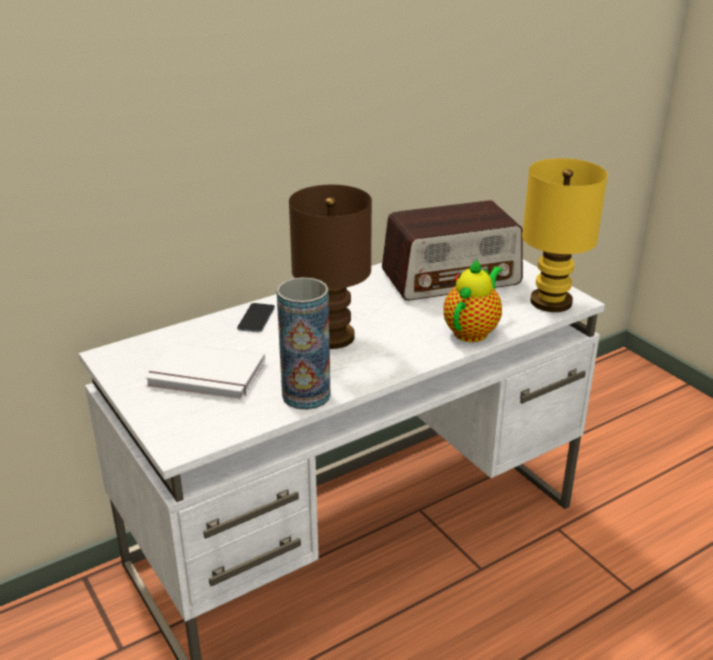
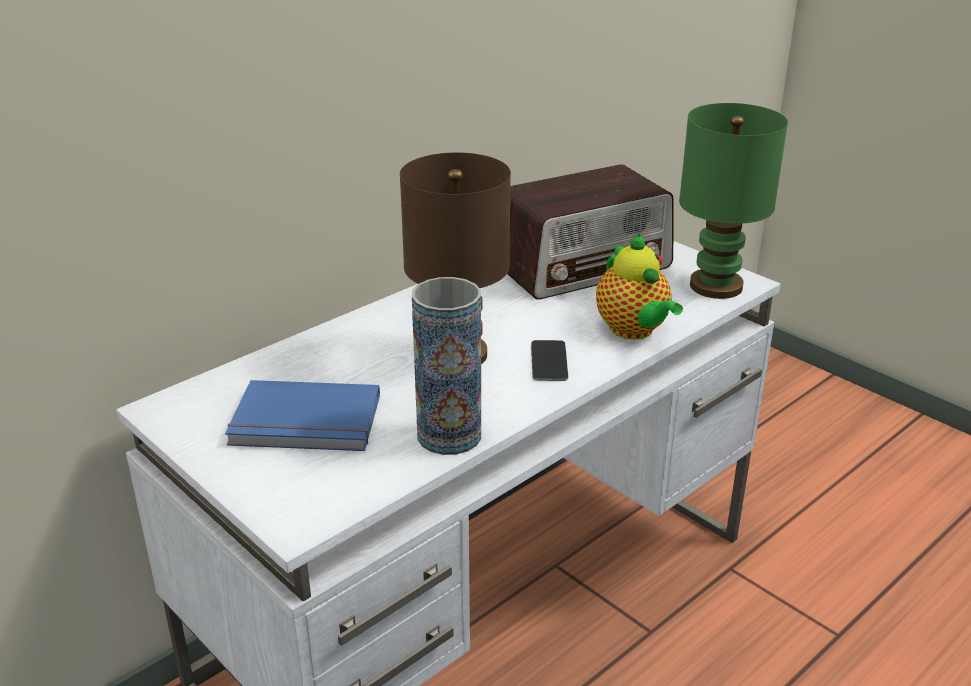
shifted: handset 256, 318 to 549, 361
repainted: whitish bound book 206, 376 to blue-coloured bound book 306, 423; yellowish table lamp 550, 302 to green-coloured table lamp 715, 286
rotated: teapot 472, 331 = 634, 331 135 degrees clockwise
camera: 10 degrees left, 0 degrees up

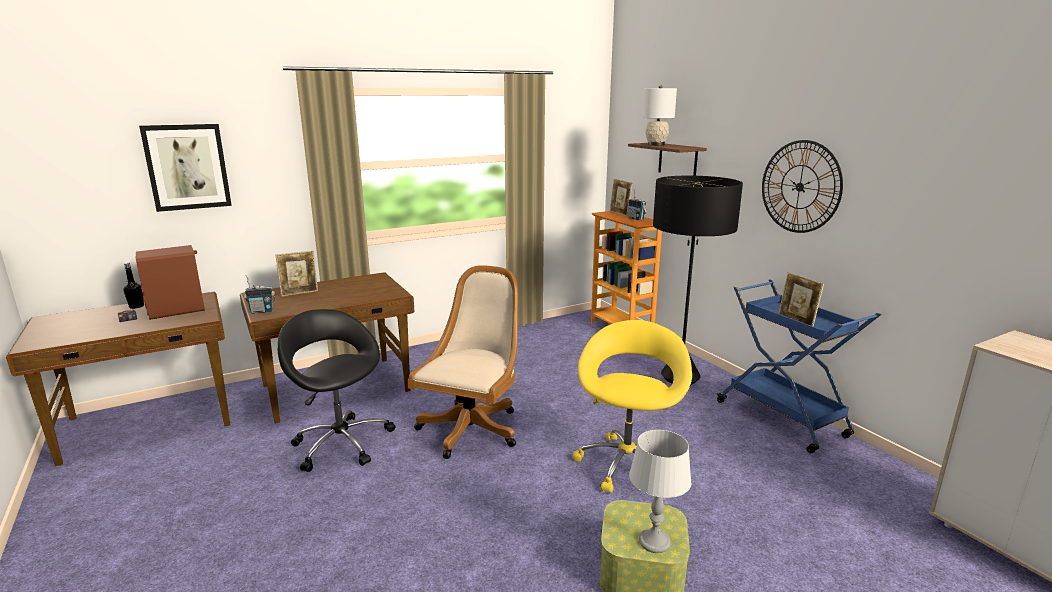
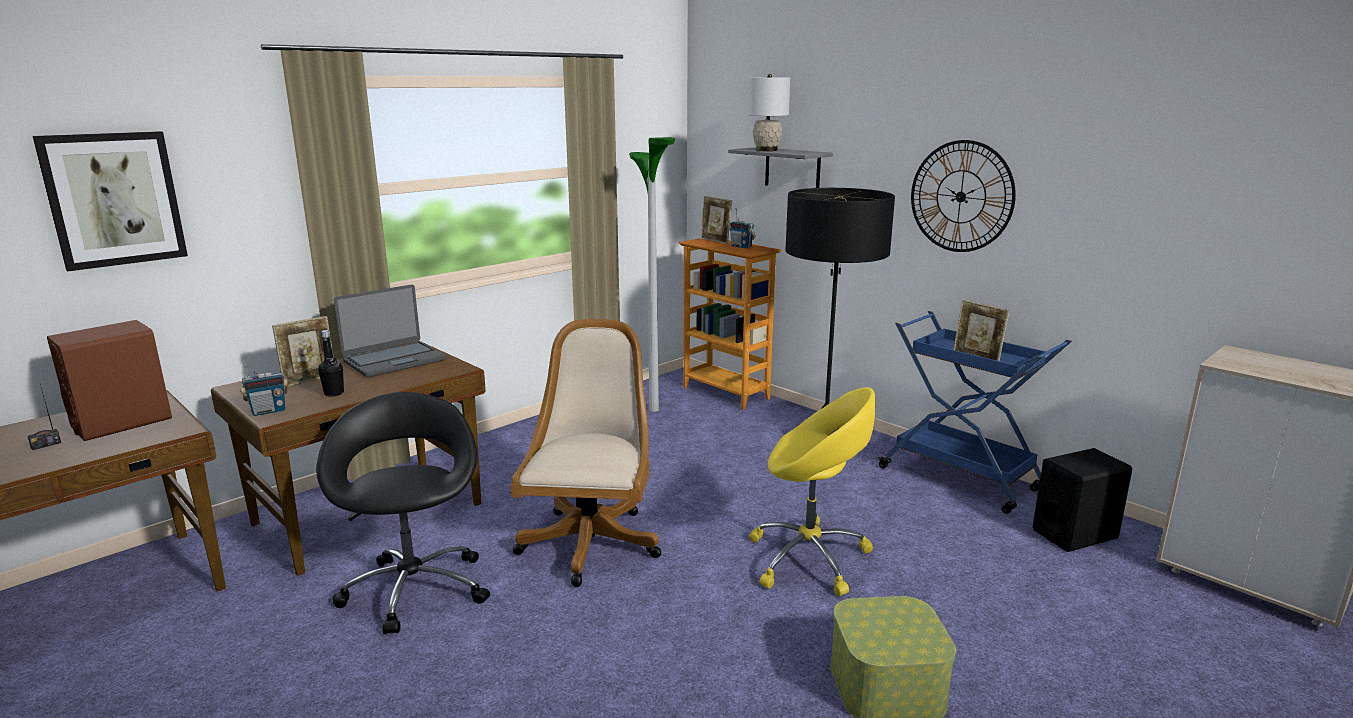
gone: grey table lamp 654, 542
new: notebook computer 394, 360; standing lamp 654, 409; blackish loudspeaker 1074, 534
shifted: blackish beverage bottle 136, 306 to 334, 393
repainted: brownish shelf 677, 160 to grey shelf 792, 169
rotated: blackish office chair 341, 443 = 415, 589 60 degrees clockwise; yellowish office chair 628, 464 = 811, 558 105 degrees clockwise
camera: 15 degrees left, 0 degrees up

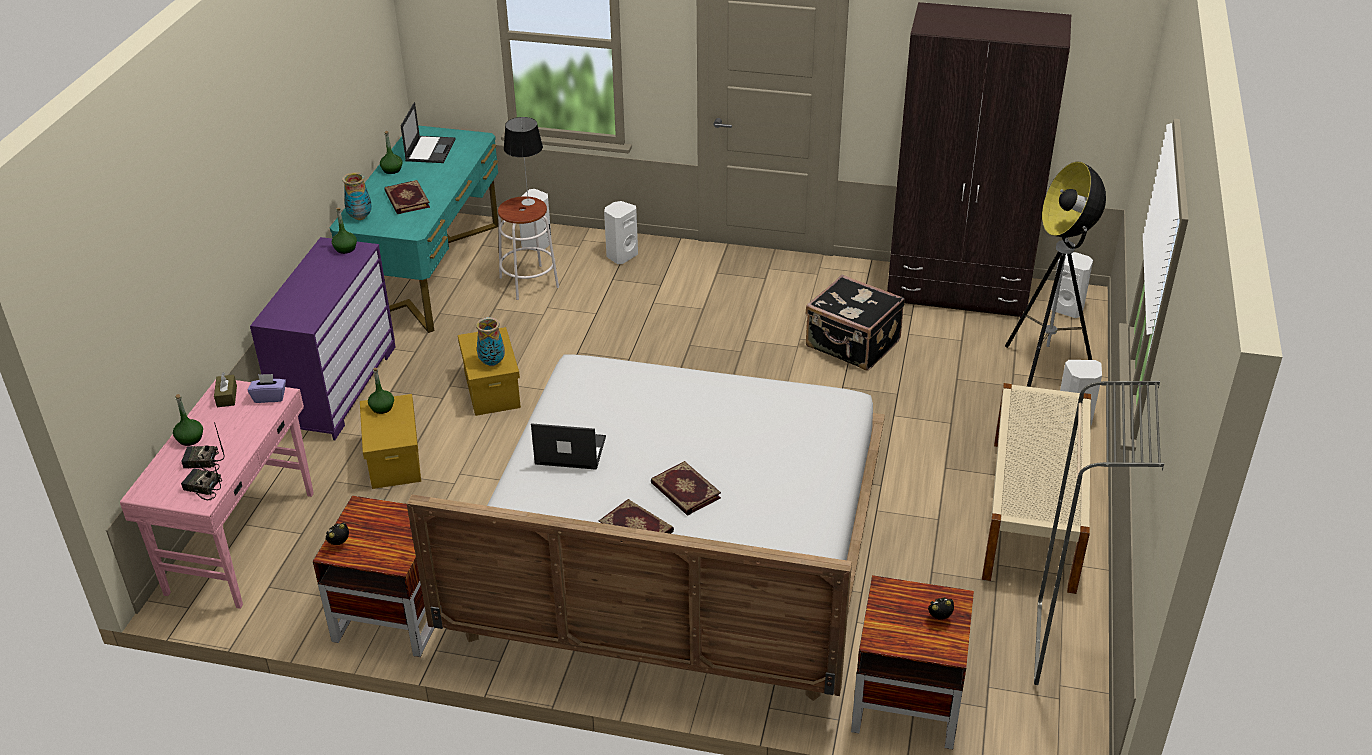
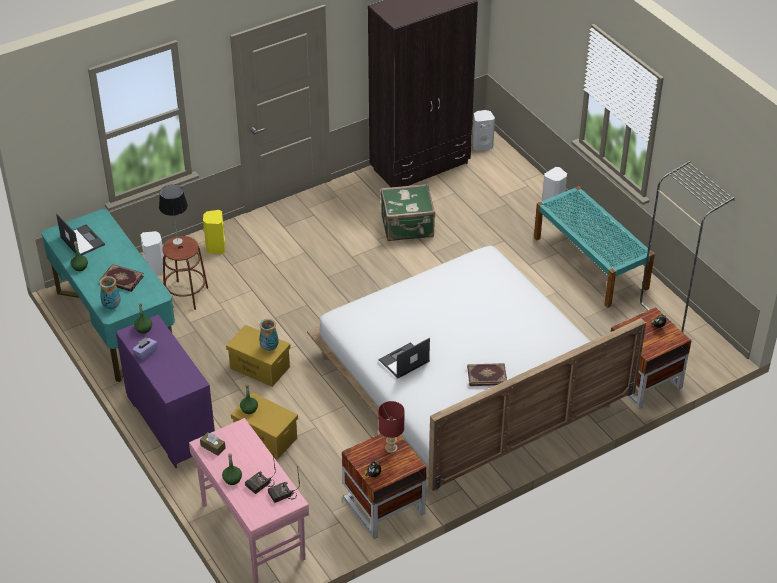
gone: bound book 684, 491; standing lamp 1044, 369
new: reddish table lamp 391, 449
shifted: purple tissue box 269, 397 to 145, 353
repainted: whitish sitting stool 529, 282 to brownish sitting stool 186, 295; whitish loudspeaker 621, 255 to yellowish loudspeaker 215, 247; blackish piece of luggage 852, 345 to green-coloured piece of luggage 408, 227; beige long seat 1034, 513 to blue-green long seat 590, 263
camera: 45 degrees left, 5 degrees up

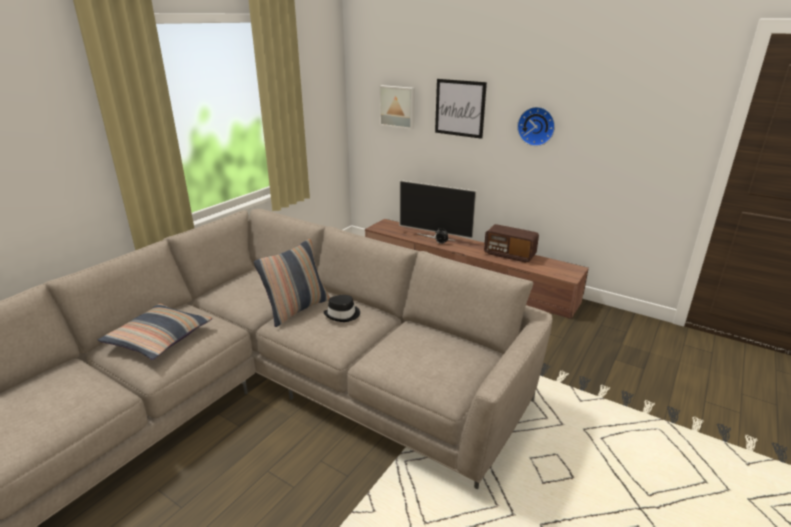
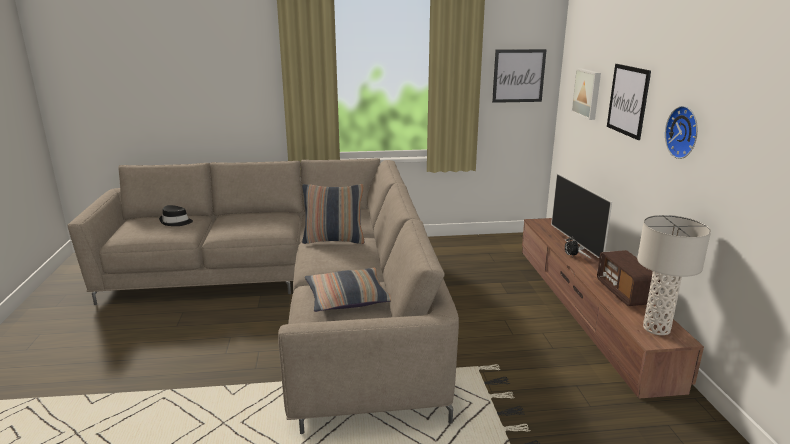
new: picture 518, 76; whitish table lamp 656, 328
shifted: pillow 159, 338 to 347, 298; blackish hat 343, 314 to 176, 222
camera: 50 degrees right, 5 degrees down

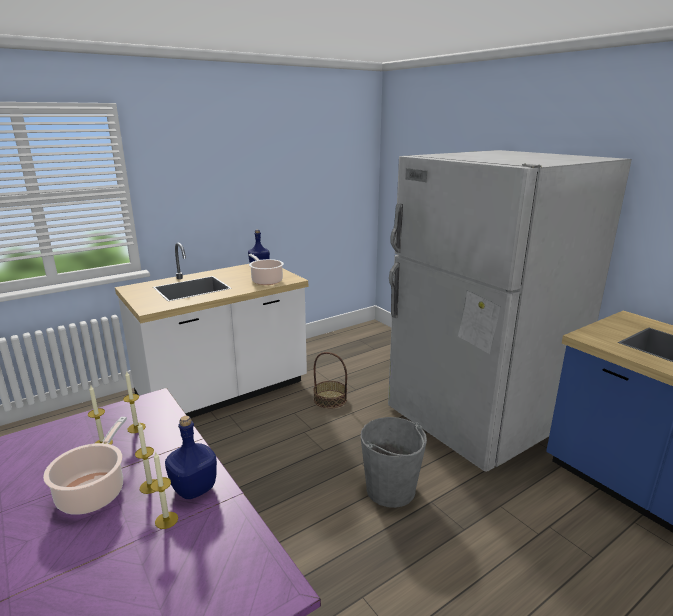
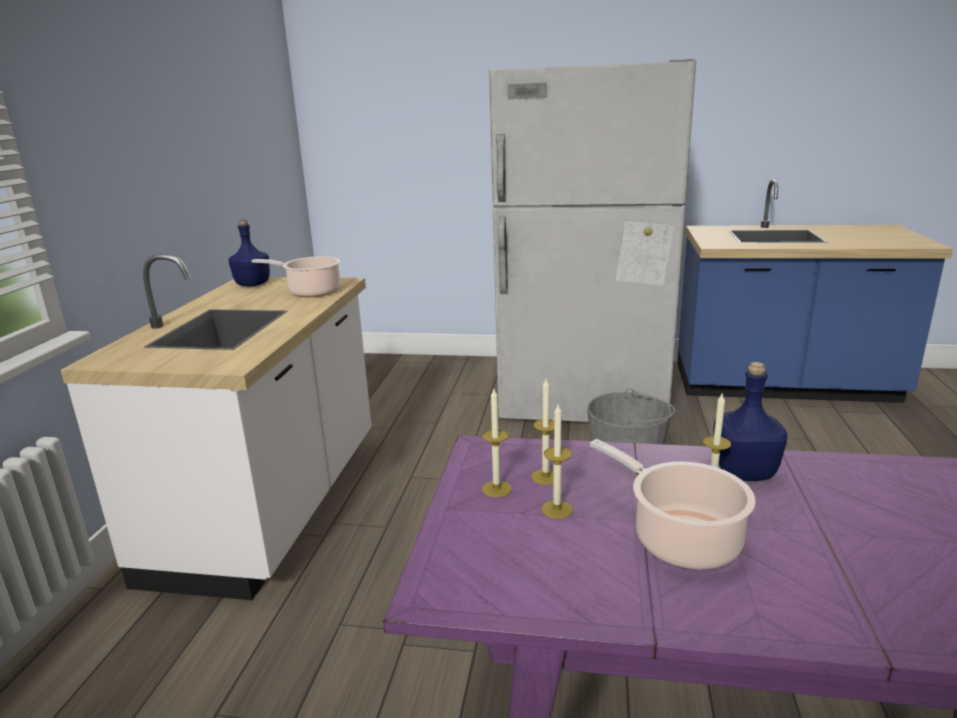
gone: household basket 330, 399
shifted: wax candle 166, 520 to 496, 489
camera: 45 degrees left, 0 degrees up

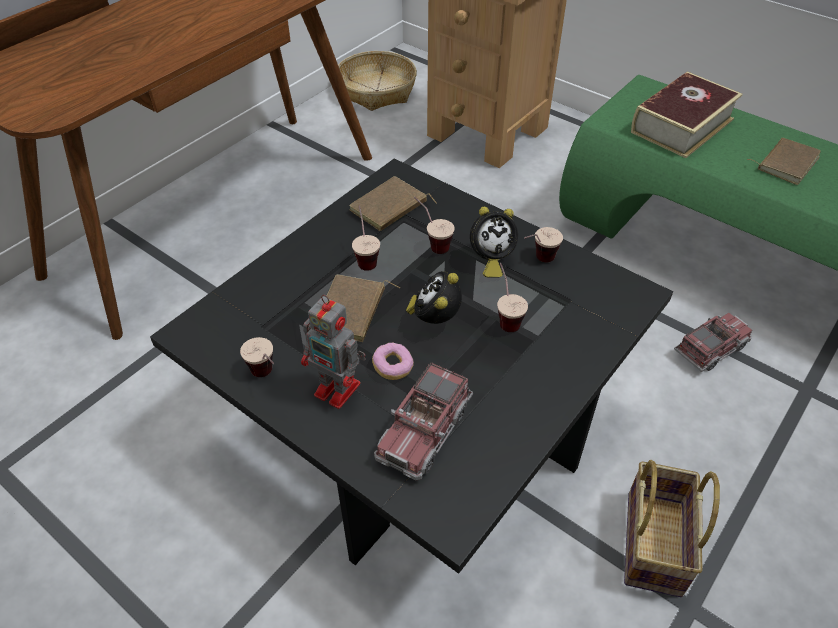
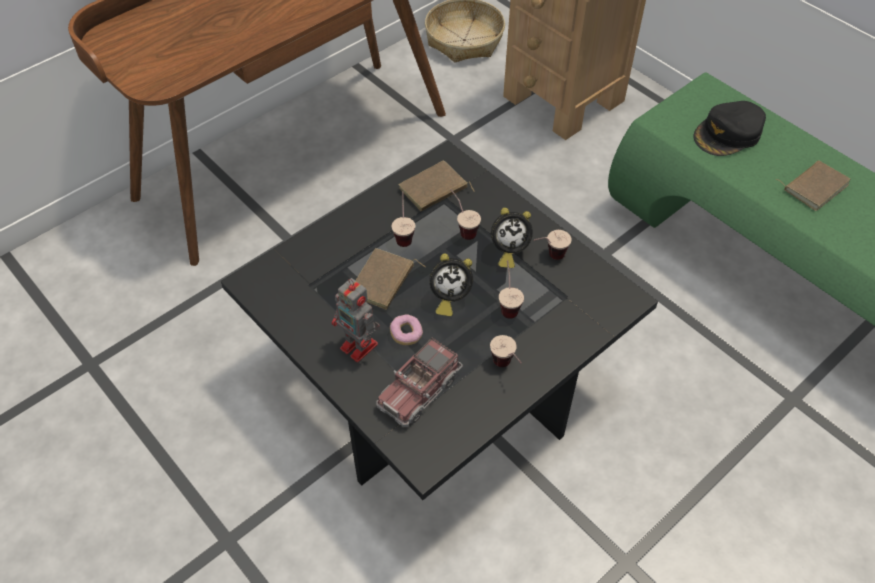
gone: household basket 656, 546; toy lorry 710, 349
shifted: small cup 267, 378 to 506, 368
swapped: bound book 682, 125 to blackish peaked cap 728, 134
rotated: alarm clock 434, 319 = 449, 298 120 degrees counterclockwise
camera: 10 degrees right, 5 degrees up

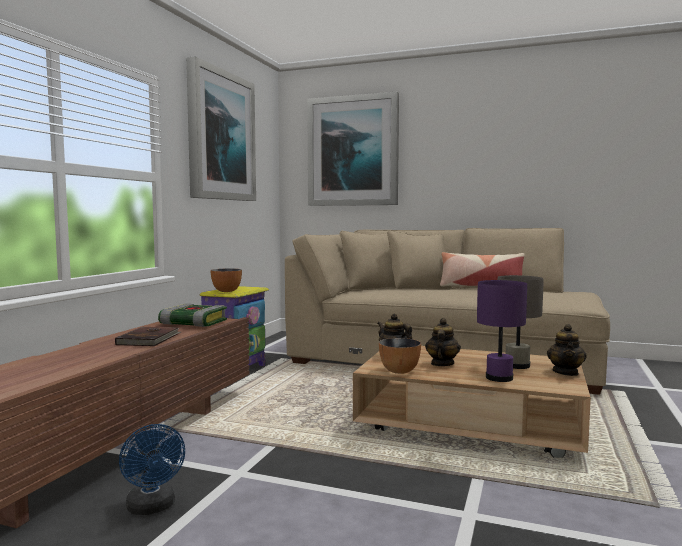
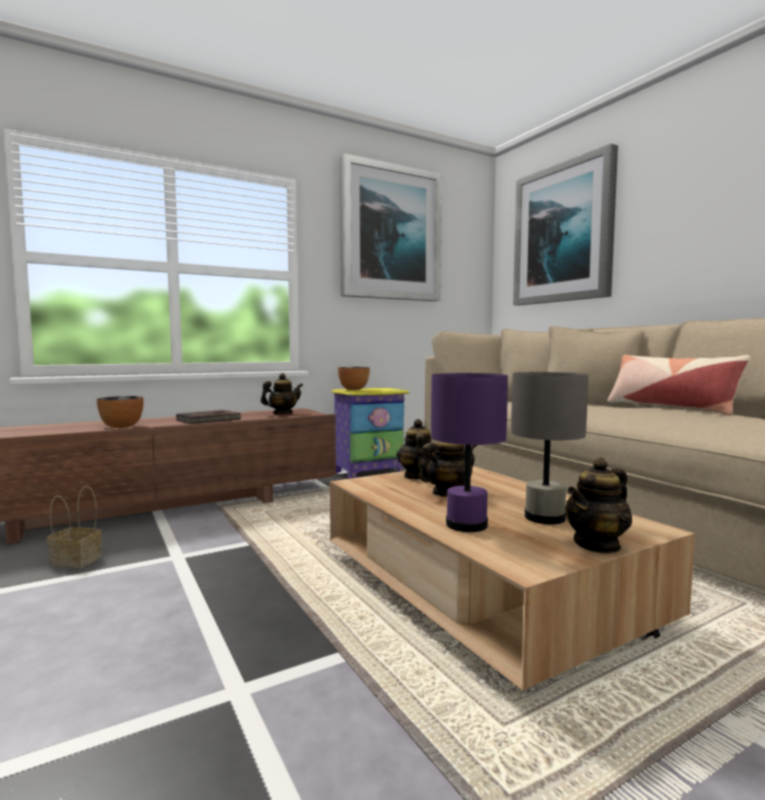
shifted: bowl 399, 371 to 122, 427
swapped: blue-coloured electric fan 152, 508 to household basket 78, 560; bound book 192, 323 to teapot 282, 414
camera: 40 degrees right, 0 degrees up

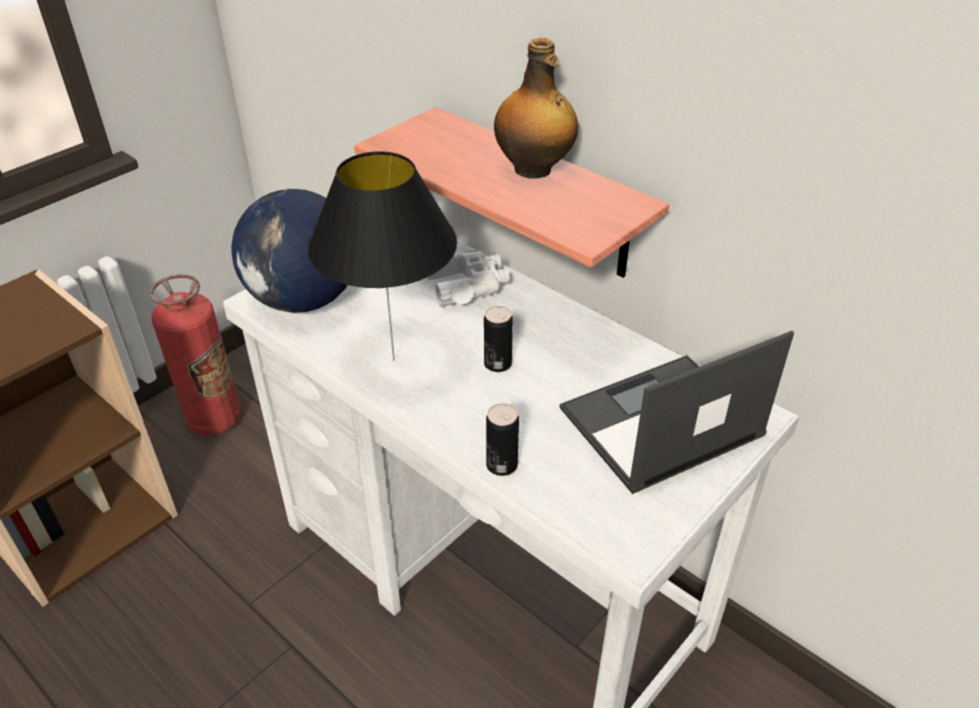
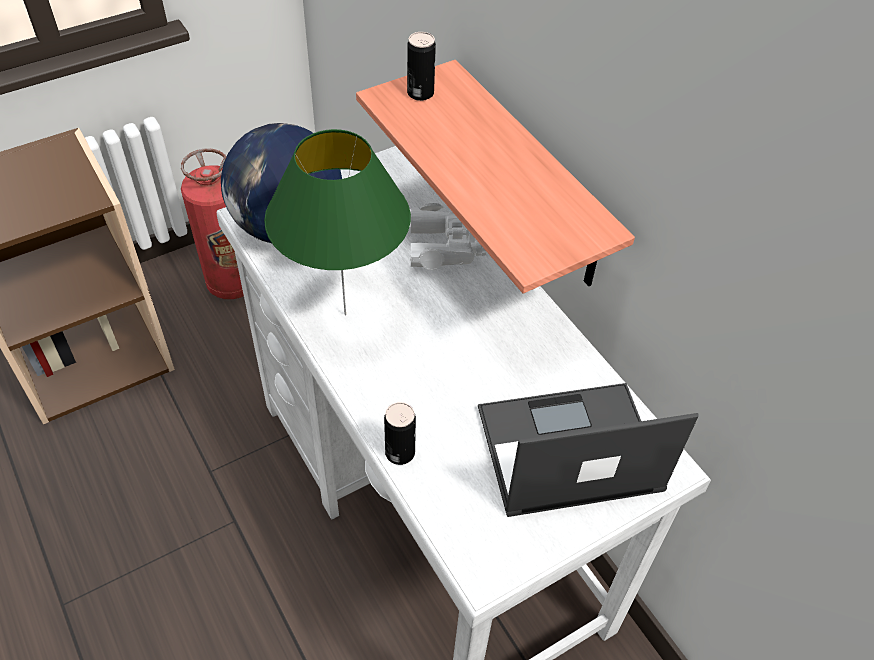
gone: beverage bottle 534, 170
shifted: sealed can 497, 364 to 420, 93
repainted: blackish table lamp 393, 360 to green-coloured table lamp 345, 314
camera: 15 degrees right, 10 degrees up

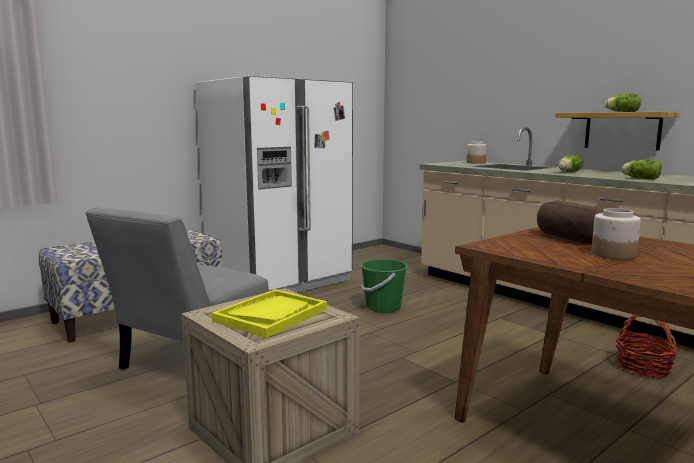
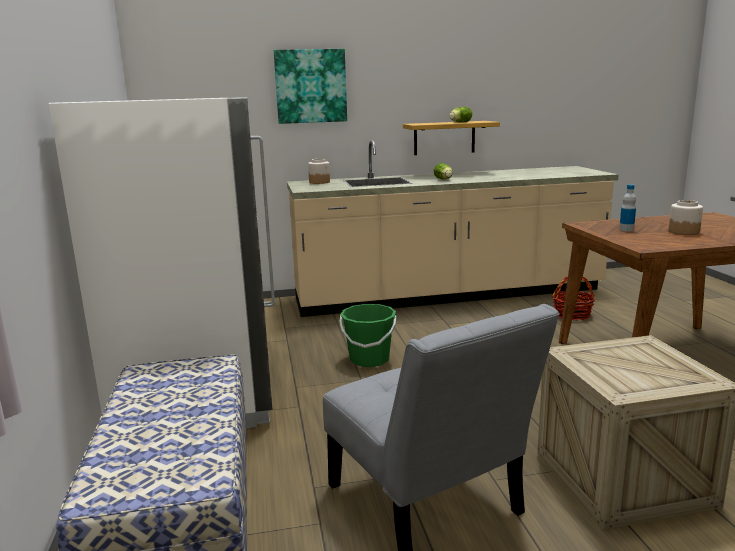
gone: yellowish tray 271, 315; lettuce 639, 178
new: picture 310, 86
swapped: bakery bread 569, 238 to beverage bottle 626, 229
camera: 60 degrees left, 5 degrees up

